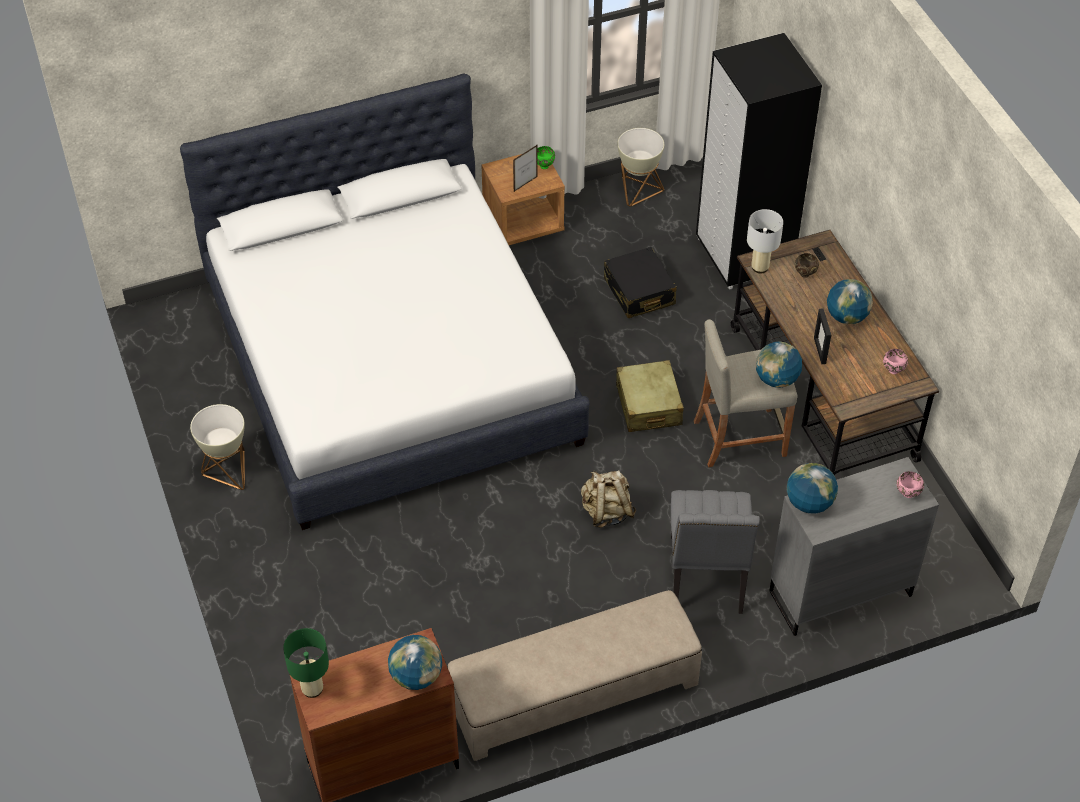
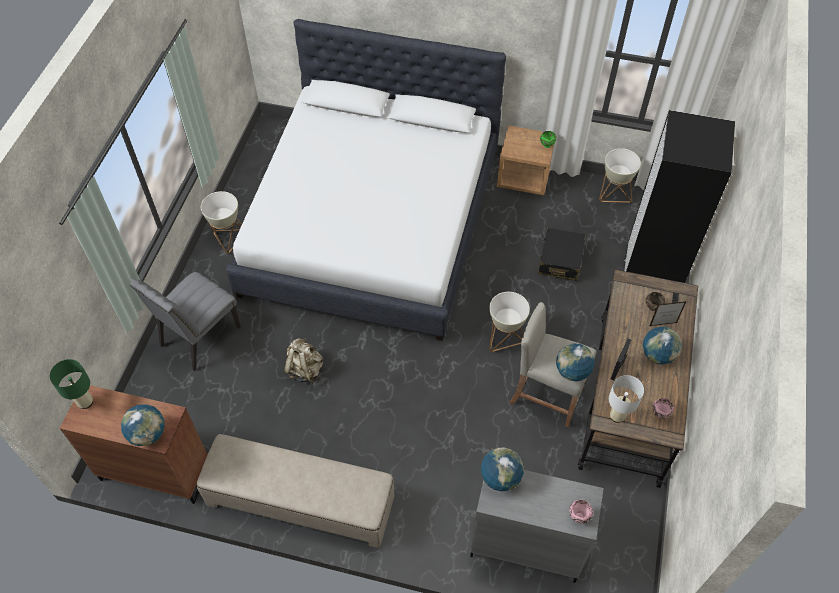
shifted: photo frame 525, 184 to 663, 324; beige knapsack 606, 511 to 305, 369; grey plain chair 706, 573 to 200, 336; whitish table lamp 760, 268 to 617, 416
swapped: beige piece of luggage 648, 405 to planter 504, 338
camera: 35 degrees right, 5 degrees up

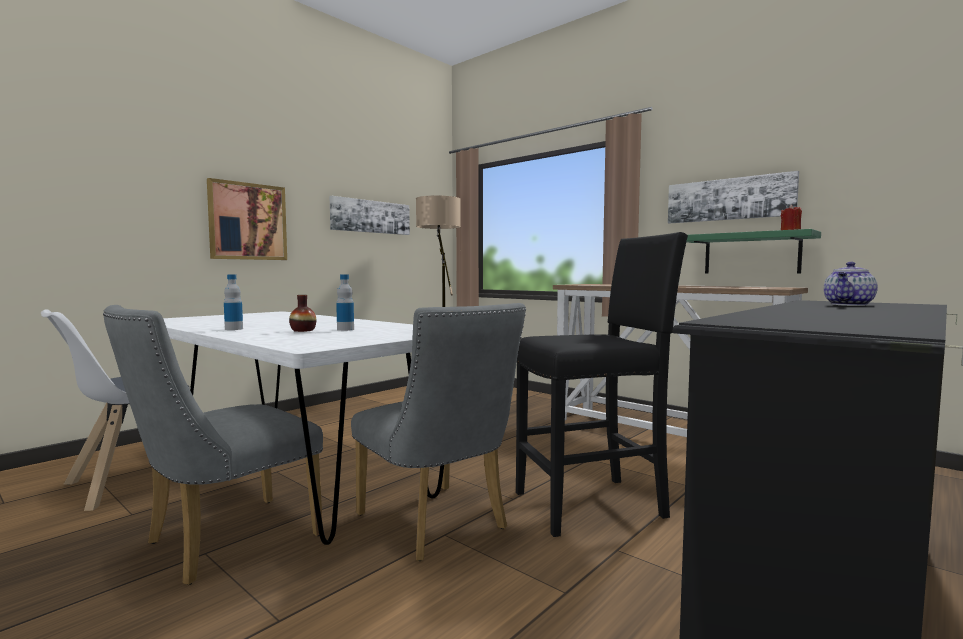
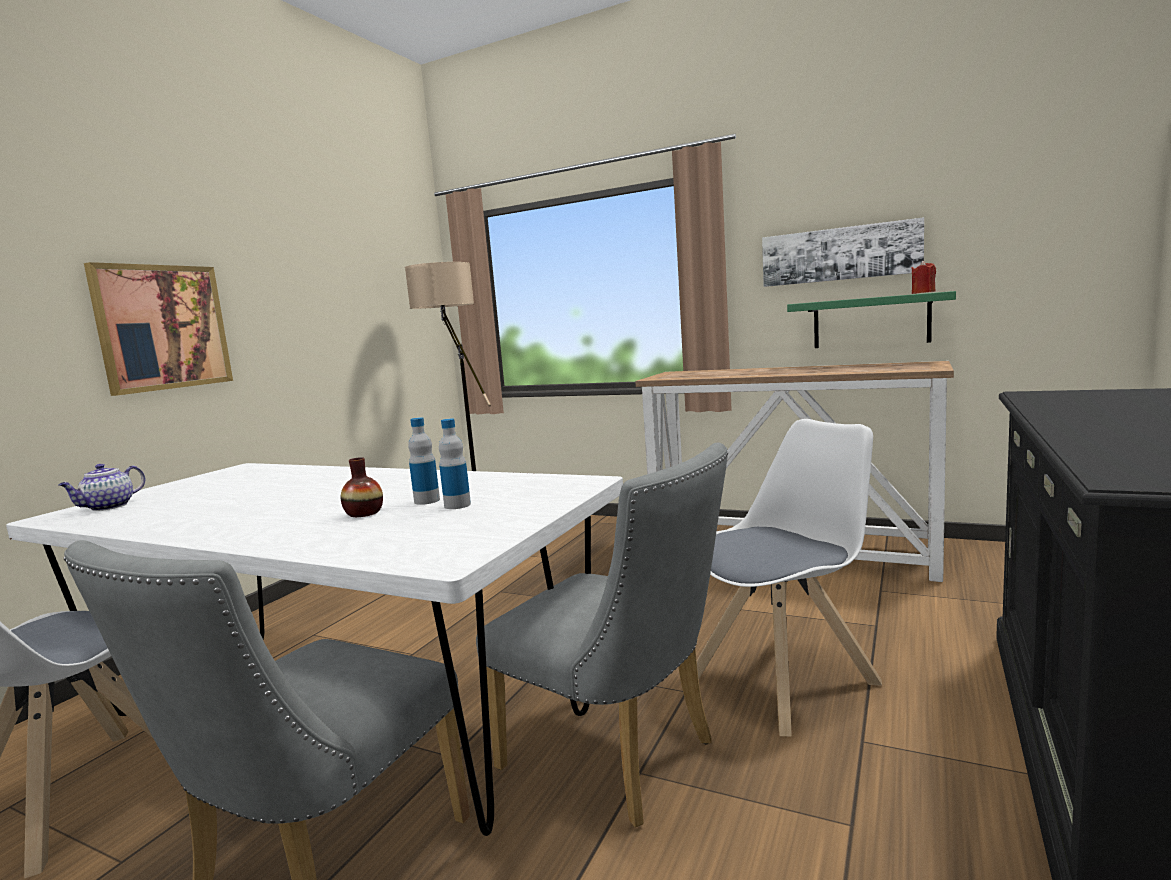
gone: picture 370, 216
shifted: beverage bottle 234, 329 to 457, 505; teapot 849, 305 to 108, 507
swapped: blackish sitting stool 592, 504 to plain chair 787, 678
camera: 15 degrees left, 5 degrees up

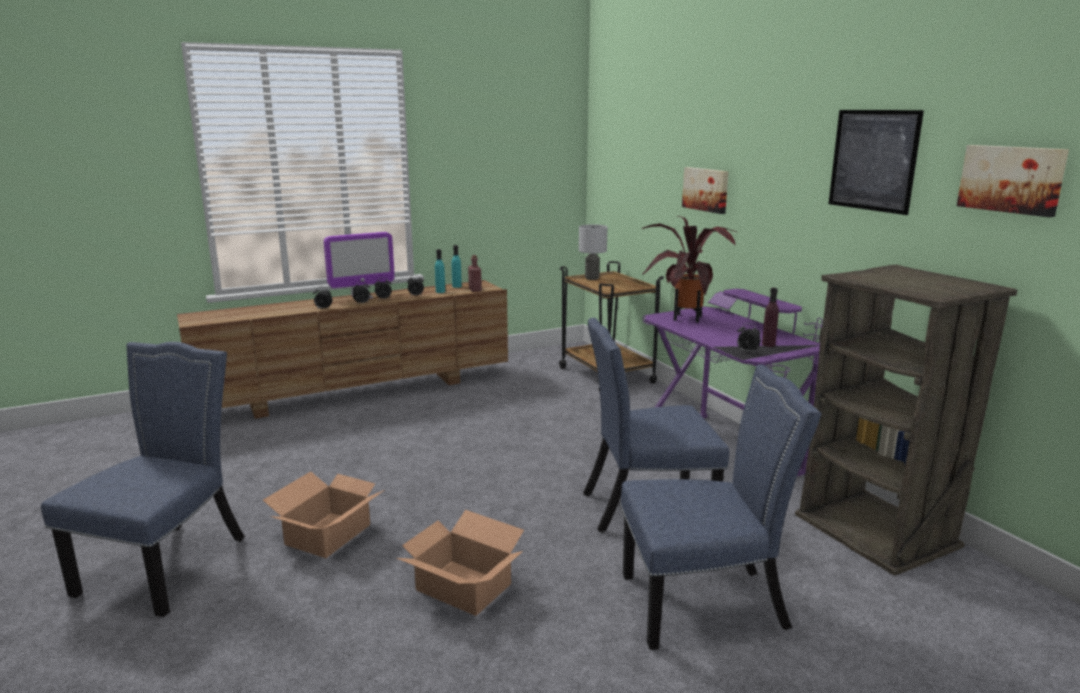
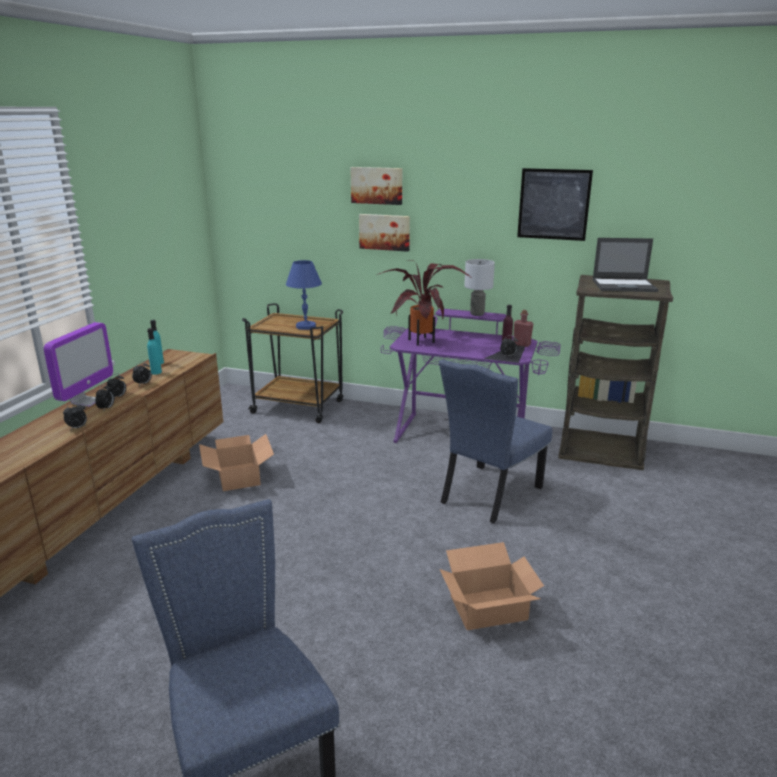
gone: blue-coloured plain chair 700, 604
new: blue-coloured table lamp 306, 326; notebook computer 624, 286
shifted: packing box 329, 534 to 239, 476; reddish beverage bottle 475, 290 to 521, 344; whitish table lamp 592, 278 to 478, 314; picture 1012, 179 to 377, 185
camera: 45 degrees left, 5 degrees up

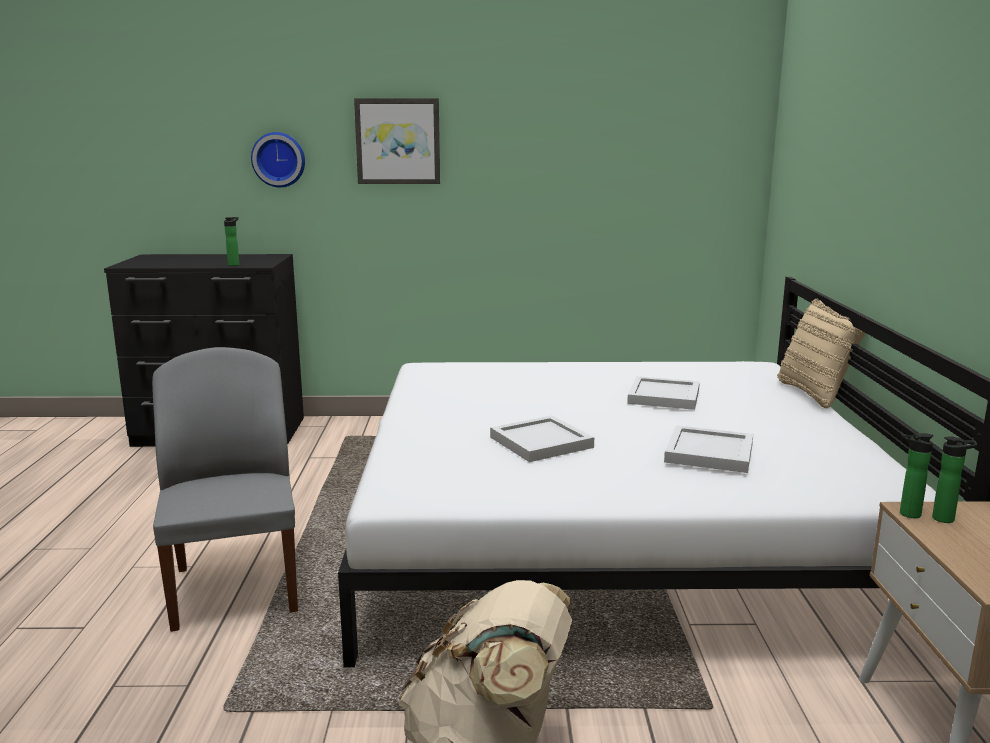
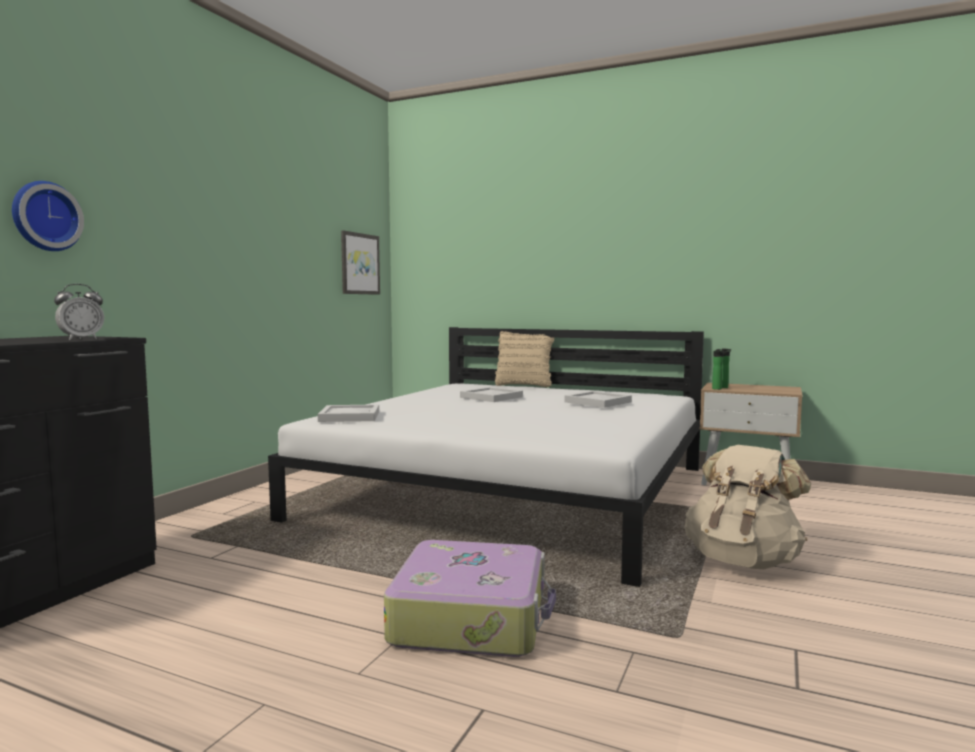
shifted: picture 398, 141 to 359, 264; whitish tray 539, 442 to 348, 416
swapped: grey plain chair 236, 587 to piece of luggage 471, 617; beverage bottle 235, 265 to alarm clock 81, 339
camera: 65 degrees left, 10 degrees down

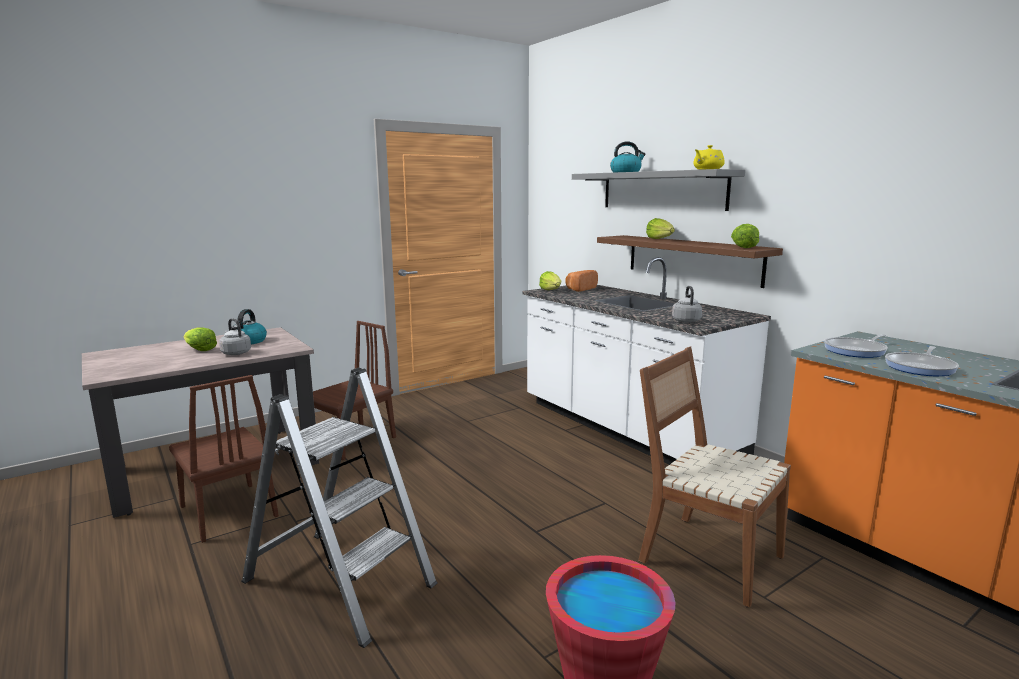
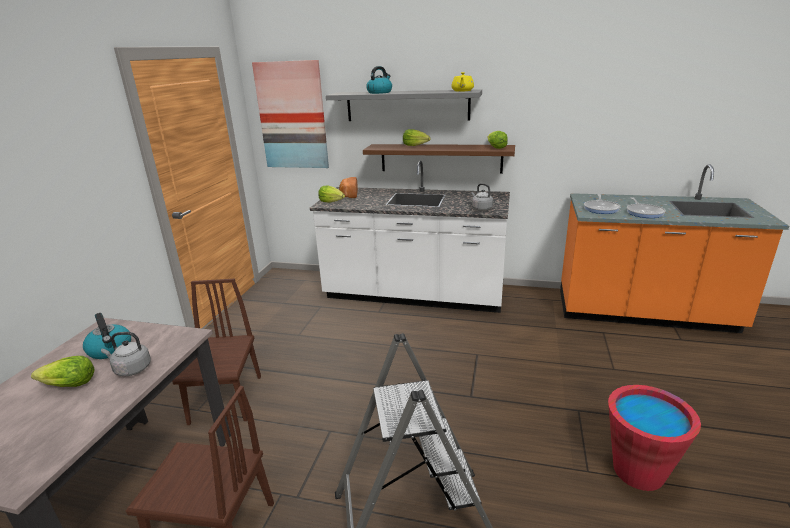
gone: plain chair 705, 556
new: picture 292, 116
camera: 40 degrees left, 10 degrees up

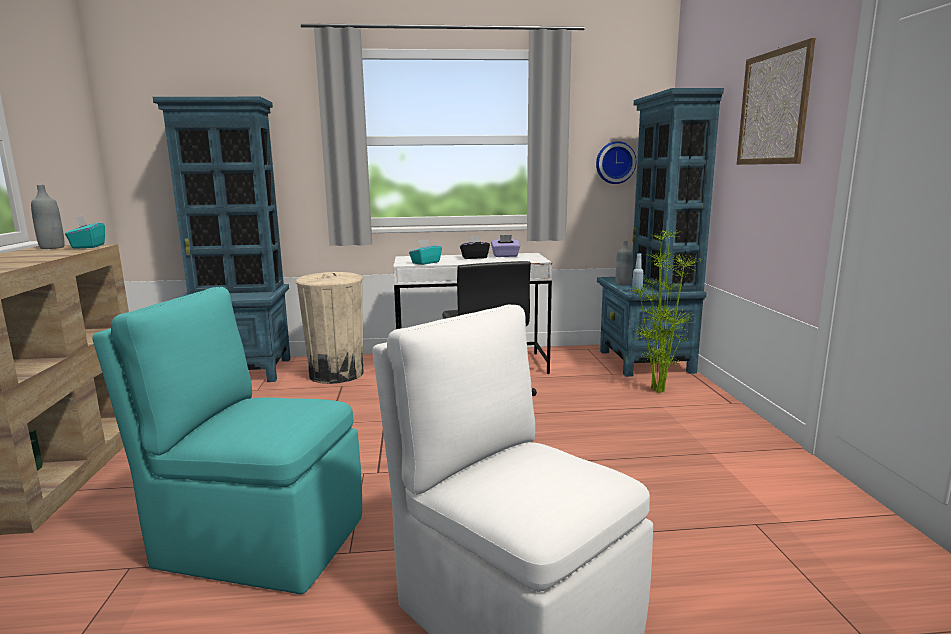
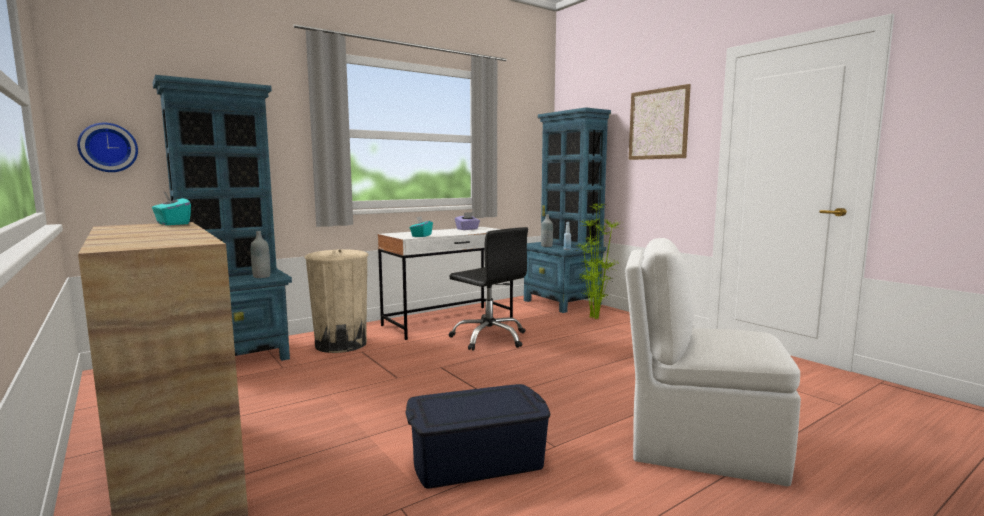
gone: blackish tissue box 474, 257
shifted: grey beverage bottle 52, 247 to 261, 276; wall clock 614, 162 to 108, 147
swapped: blue-green plain chair 258, 540 to blue-coloured storage container 476, 459
camera: 30 degrees left, 5 degrees down

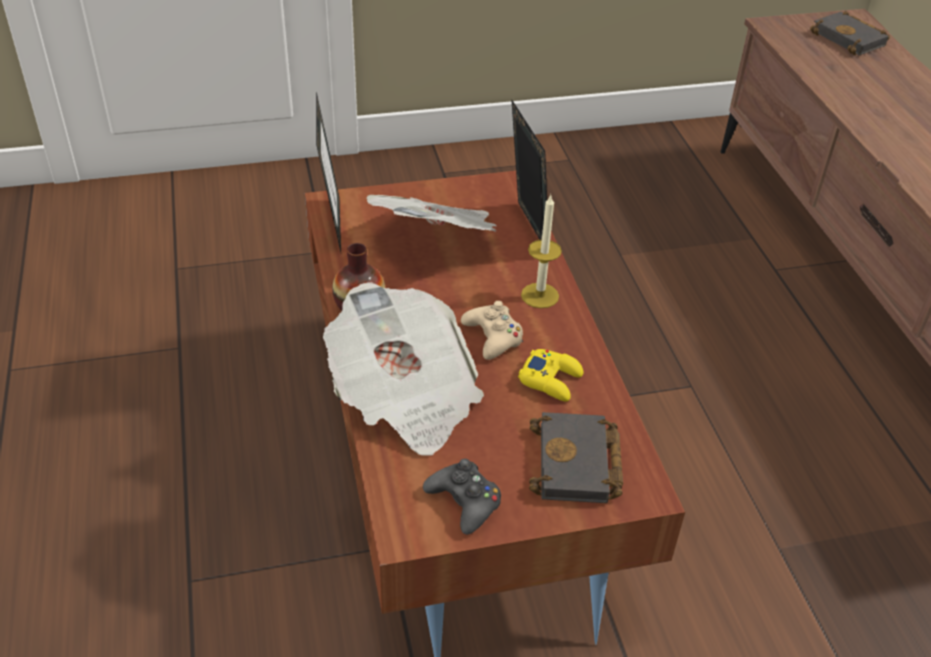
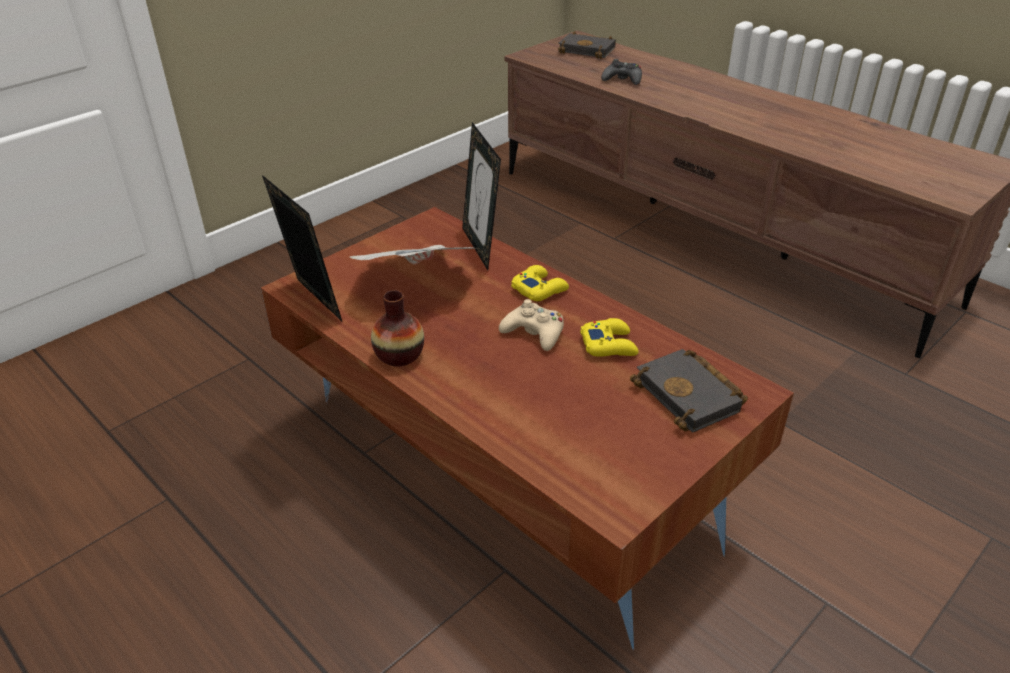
gone: daily paper 405, 397
shifted: blackish gamepad 465, 501 to 622, 79
swapped: wax candle 540, 295 to yellowish gamepad 539, 289
rotated: photo frame 526, 230 = 481, 247 150 degrees counterclockwise
camera: 30 degrees left, 5 degrees down

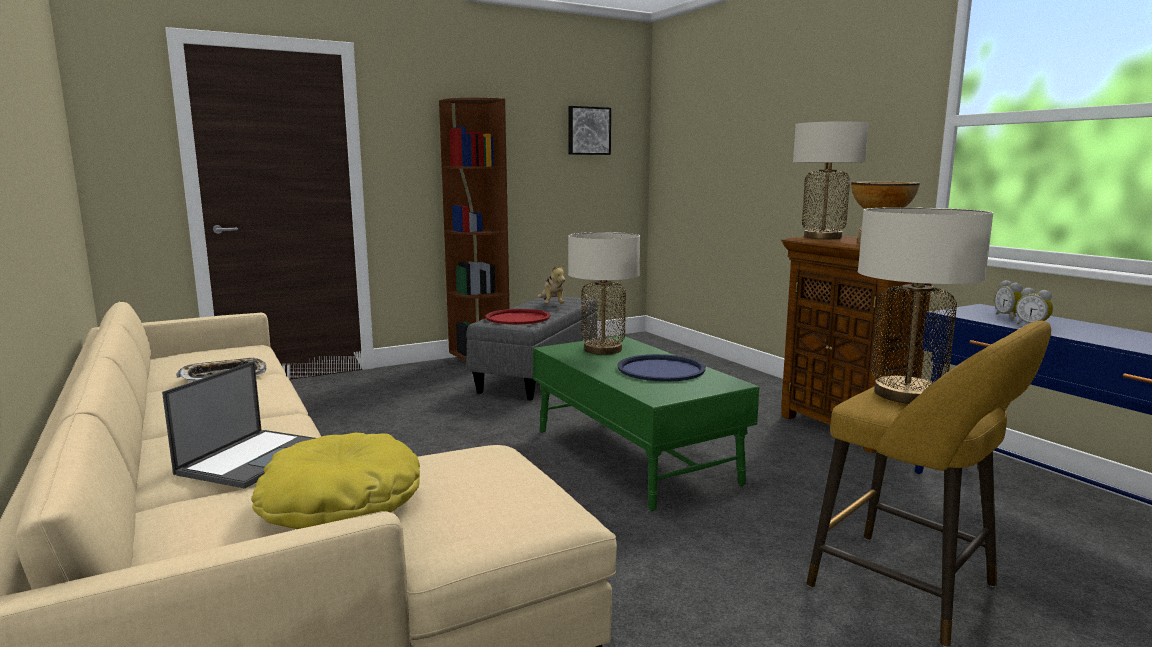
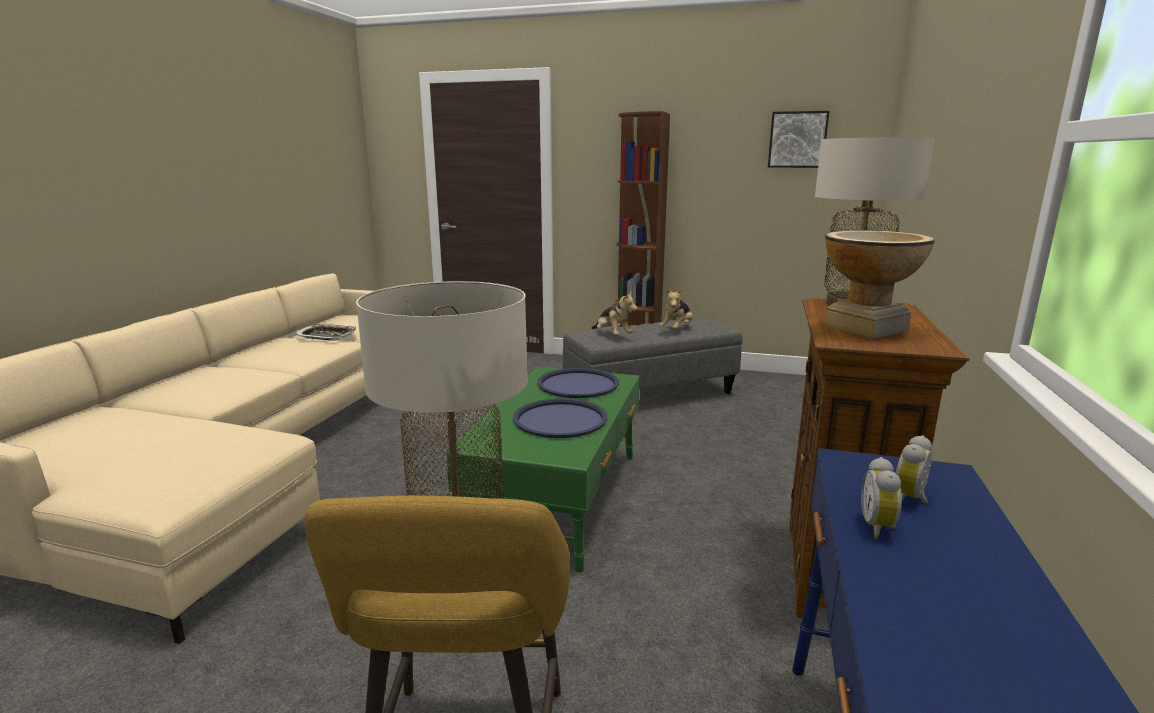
gone: notebook computer 253, 458; yellowish pillow 344, 503
swapped: reddish tray 518, 318 to plush toy 612, 335; table lamp 603, 349 to blue-coloured tray 578, 384
camera: 45 degrees right, 5 degrees up

